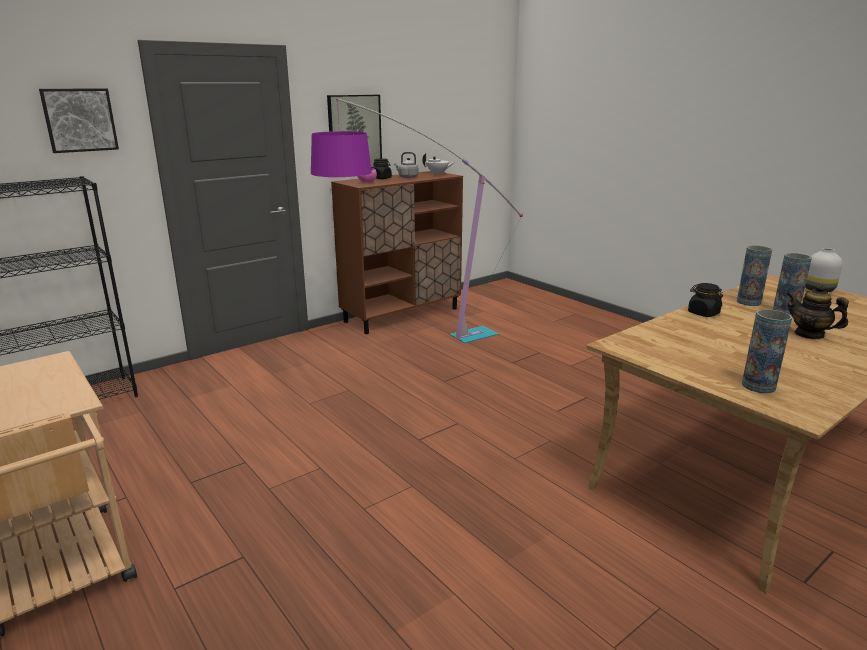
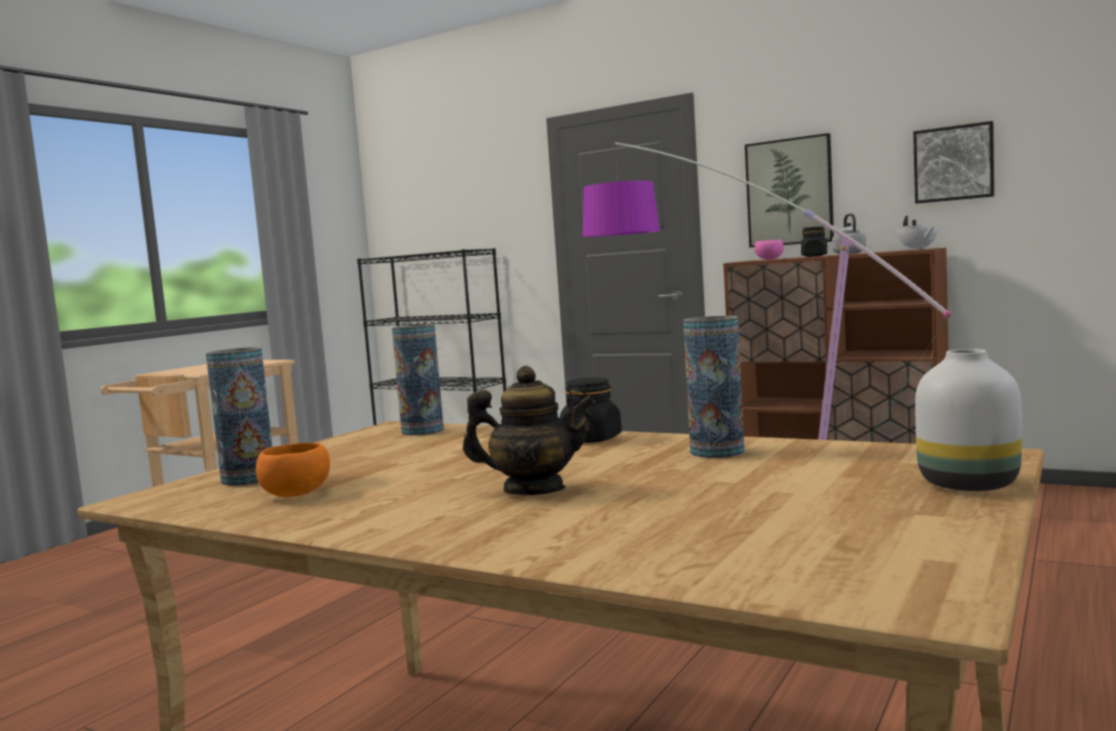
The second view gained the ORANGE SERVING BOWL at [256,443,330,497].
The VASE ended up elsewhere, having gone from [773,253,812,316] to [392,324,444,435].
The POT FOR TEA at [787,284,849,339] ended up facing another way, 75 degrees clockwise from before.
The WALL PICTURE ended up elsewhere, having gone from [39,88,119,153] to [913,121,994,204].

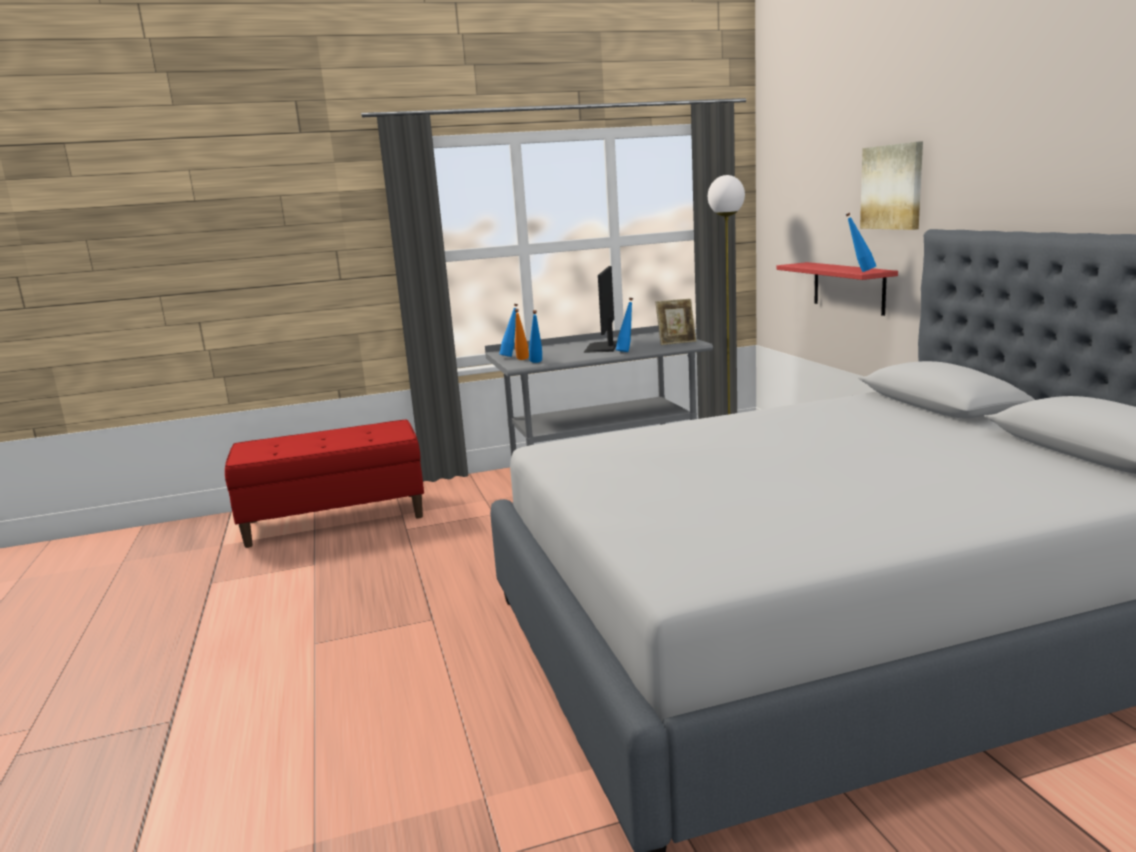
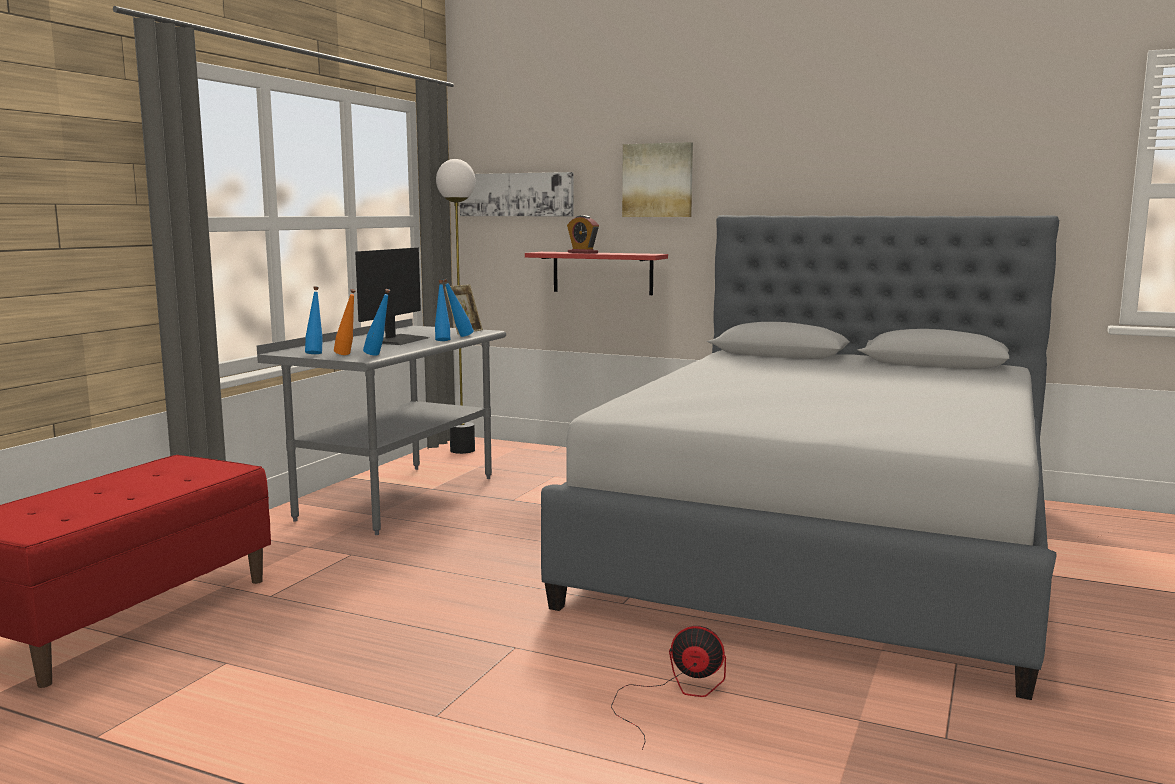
The COMPUTER SCREEN at [583,266,617,353] ended up facing another way, 120 degrees counterclockwise from before.
The BLUE DRINK BOTTLE ended up elsewhere, having gone from [846,213,876,272] to [443,279,474,337].
The second view gained the WALL PICTURE at [460,172,574,216].
The second view gained the ALARM CLOCK at [567,215,599,254].
The second view gained the COOLING FAN at [611,626,726,750].

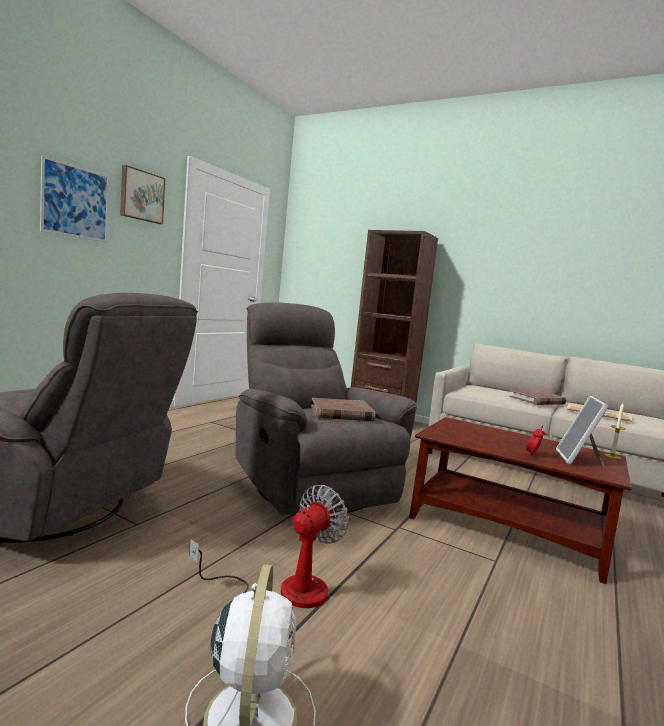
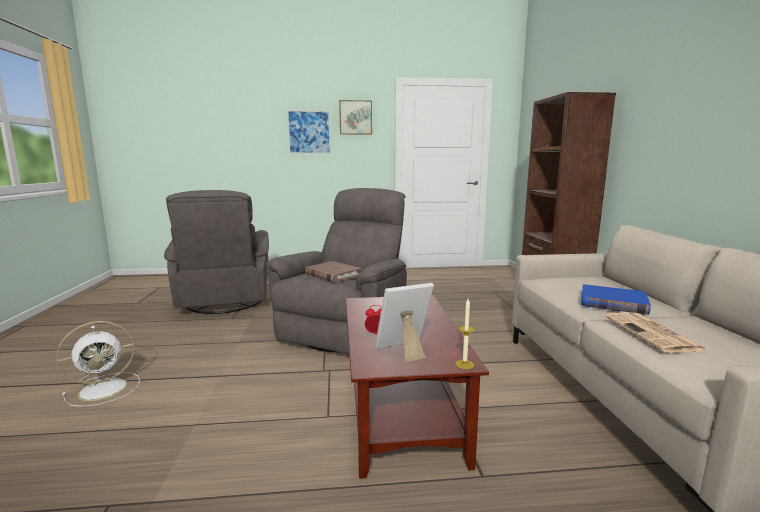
What was the BROWN-COLOURED BOOK at [509,390,567,405] turned into the BLUE BOOK at [581,284,651,315].
The second view lost the COOLING FAN at [189,485,349,608].

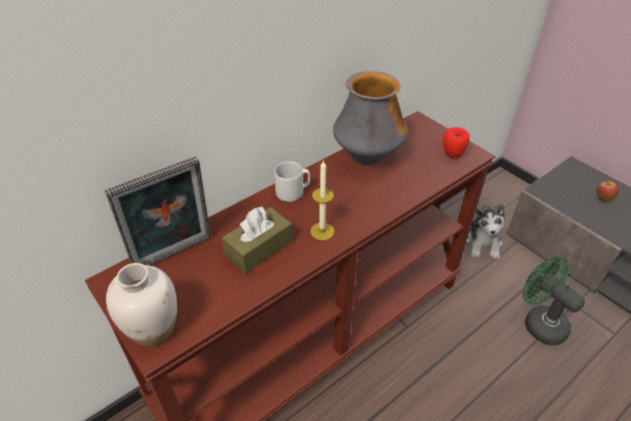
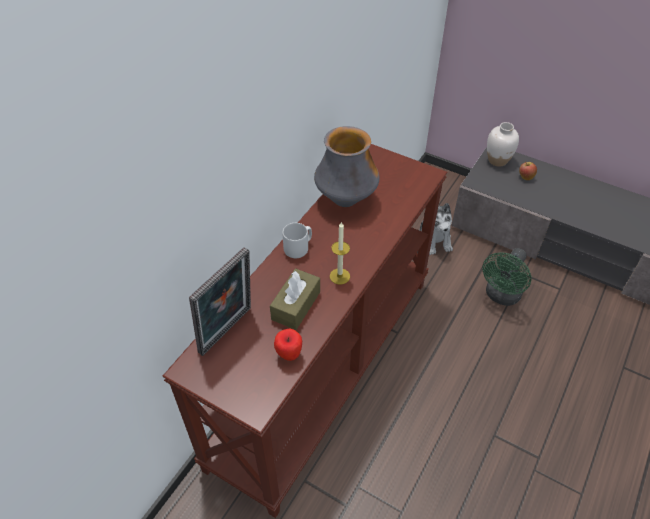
The APPLE FRUIT ended up elsewhere, having gone from [443,127,470,159] to [274,329,302,361].
The GREENISH COOLING FAN at [523,257,585,345] ended up facing another way, 90 degrees counterclockwise from before.
The WHITISH VASE ended up elsewhere, having gone from [106,263,177,347] to [487,122,519,167].

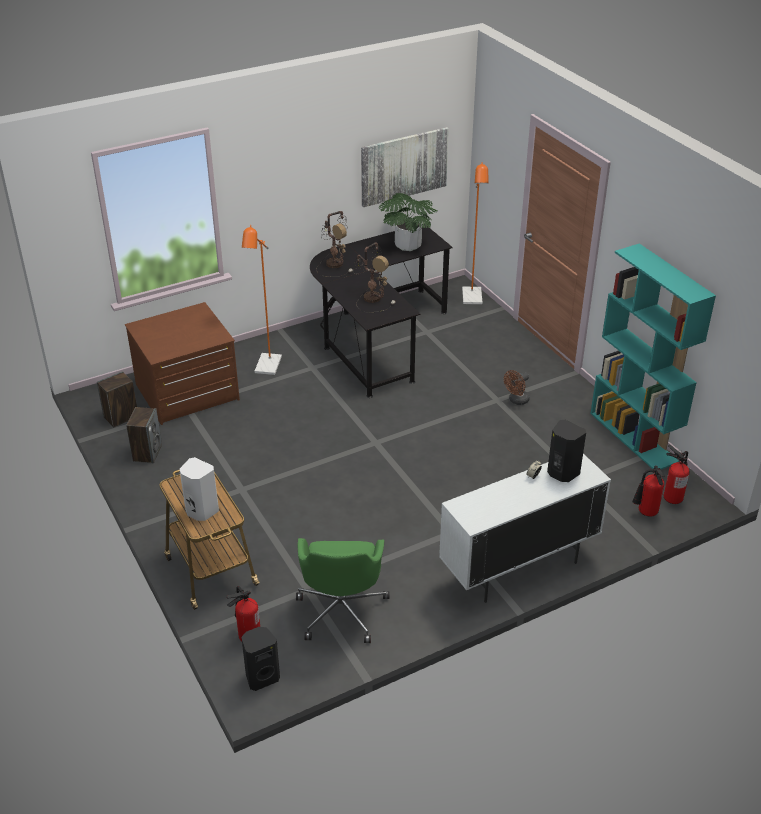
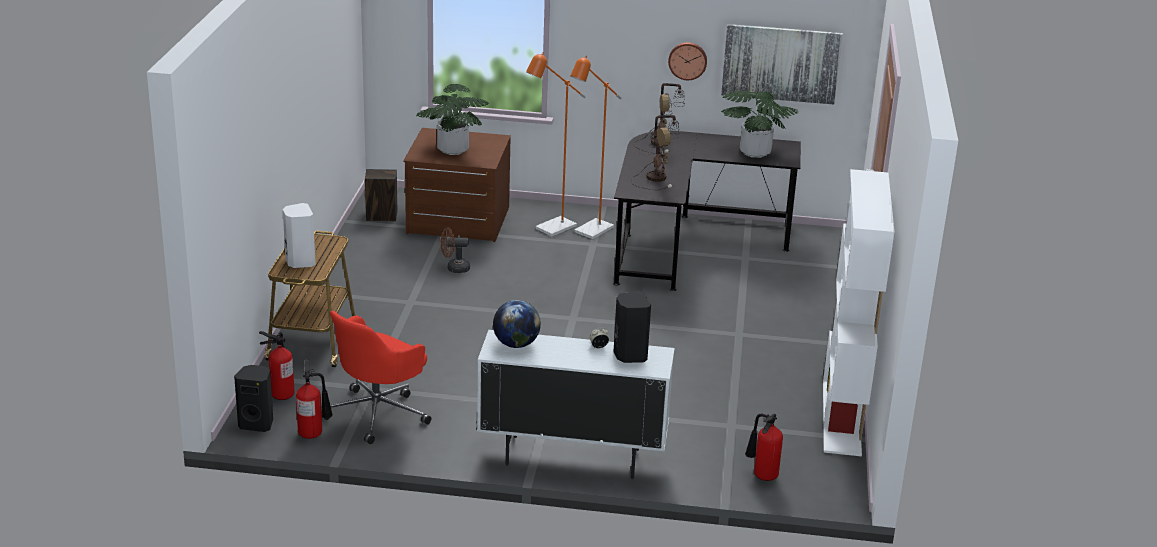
The FIRE-FIGHTING CYLINDER ended up elsewhere, having gone from [664,445,690,504] to [296,359,333,439].
What was the GREENISH COMPUTER CHAIR at [296,538,389,643] turned into the REDDISH COMPUTER CHAIR at [322,311,431,444].
The second view gained the HOUSEPLANT at [416,84,489,155].
The BROWN-COLOURED COOLING FAN ended up elsewhere, having gone from [504,370,530,405] to [440,228,470,273].
The second view gained the DESK GLOBE at [493,300,541,348].
The ORANGE STANDING LAMP ended up elsewhere, having gone from [462,162,489,304] to [571,56,622,239].
The second view gained the CLOCK ON THE WALL at [668,42,707,80].
What was the BLUE-GREEN BOOKCASE at [590,243,716,470] turned into the WHITISH BOOKCASE at [823,169,895,456].
The second view lost the AUDIO SPEAKER at [126,407,162,464].

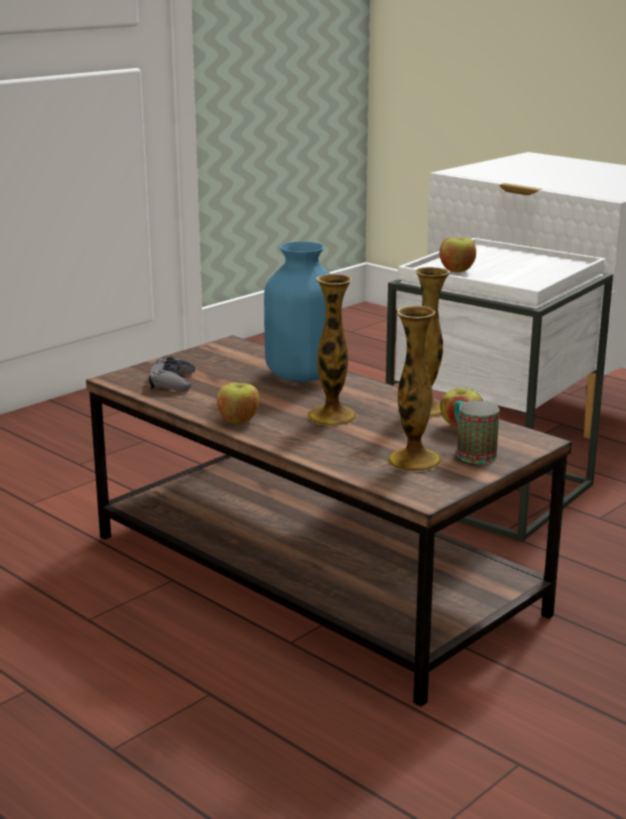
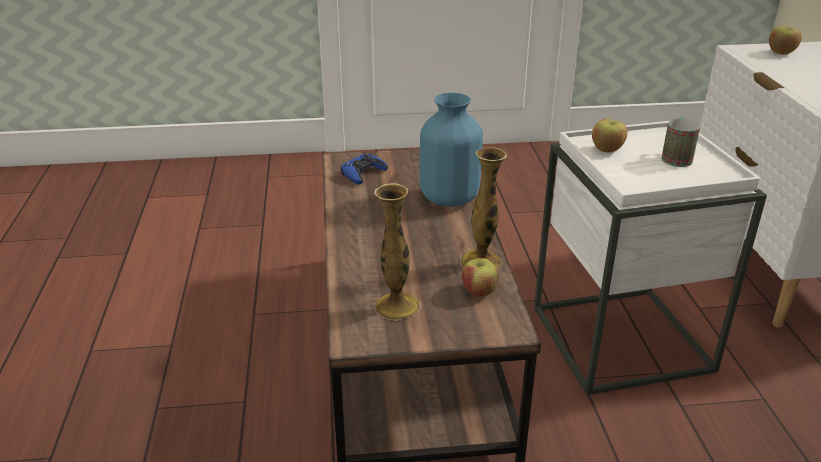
What was the GRAY JOYPAD at [149,356,195,392] turned into the BLUE JOYPAD at [341,154,388,184].
The COFFEE MUG ended up elsewhere, having gone from [455,401,499,464] to [661,117,700,167].
The APPLE FRUIT ended up elsewhere, having gone from [217,382,260,423] to [769,26,802,55].
The second view lost the VASE at [307,274,358,426].

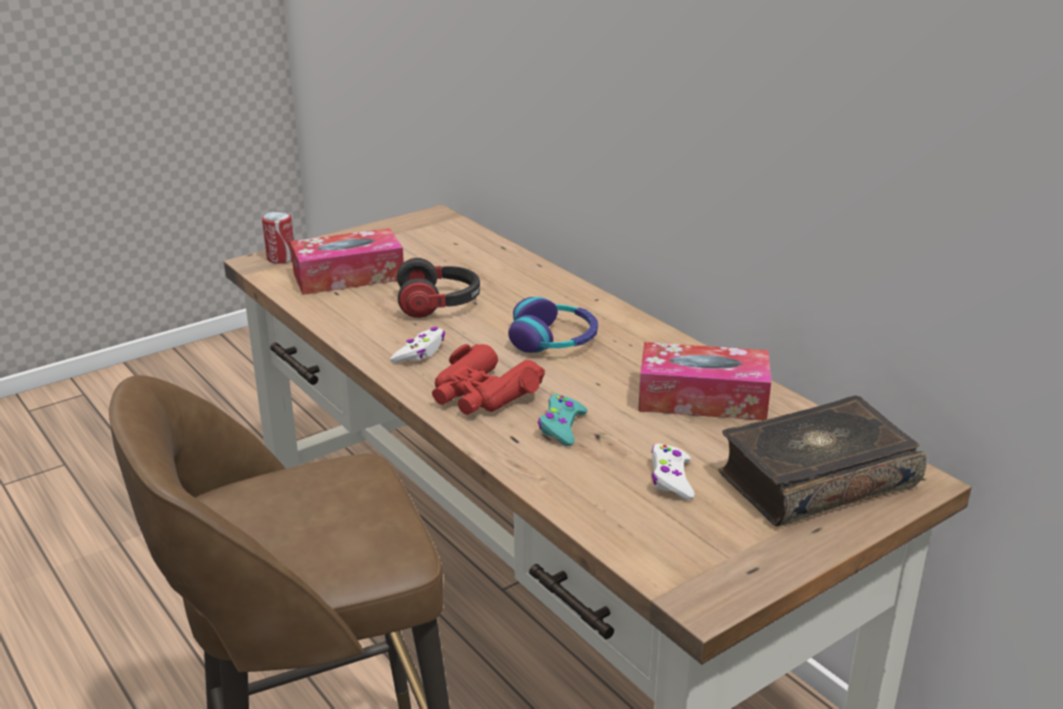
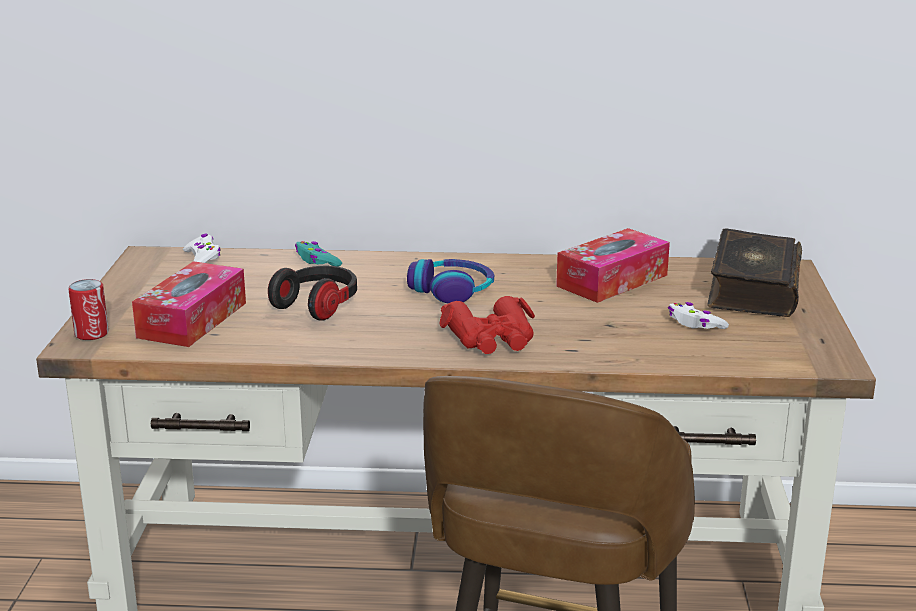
The WHITISH JOYPAD ended up elsewhere, having gone from [390,327,445,363] to [183,234,221,263].
The BLUE-GREEN JOYPAD ended up elsewhere, having gone from [538,394,587,446] to [295,241,342,267].

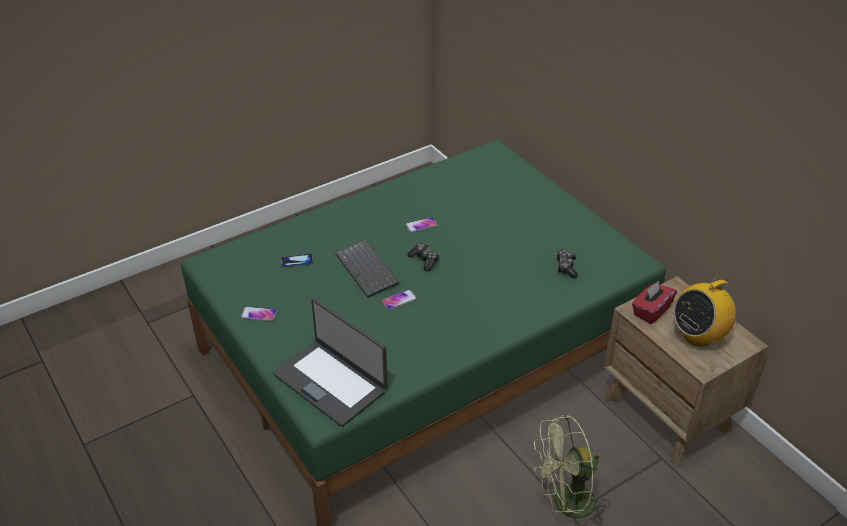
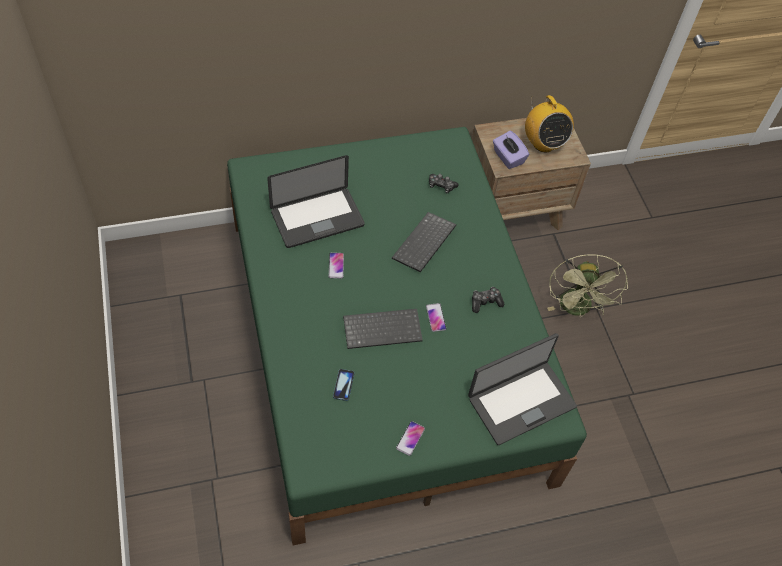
The second view gained the NOTEBOOK COMPUTER at [267,155,365,248].
The second view gained the PC KEYBOARD at [392,212,456,272].
The JOYPAD ended up elsewhere, having gone from [407,243,439,271] to [472,287,504,313].
What was the REDDISH TISSUE HOLDER at [632,281,677,324] turned into the PURPLISH TISSUE HOLDER at [493,131,530,169].

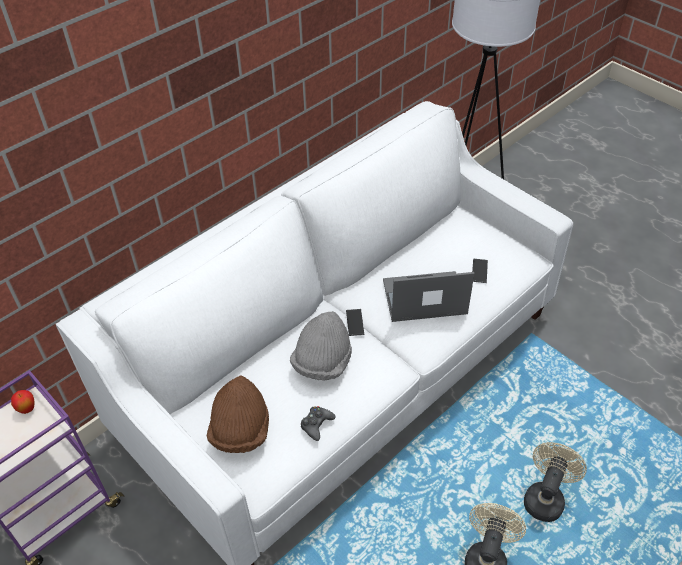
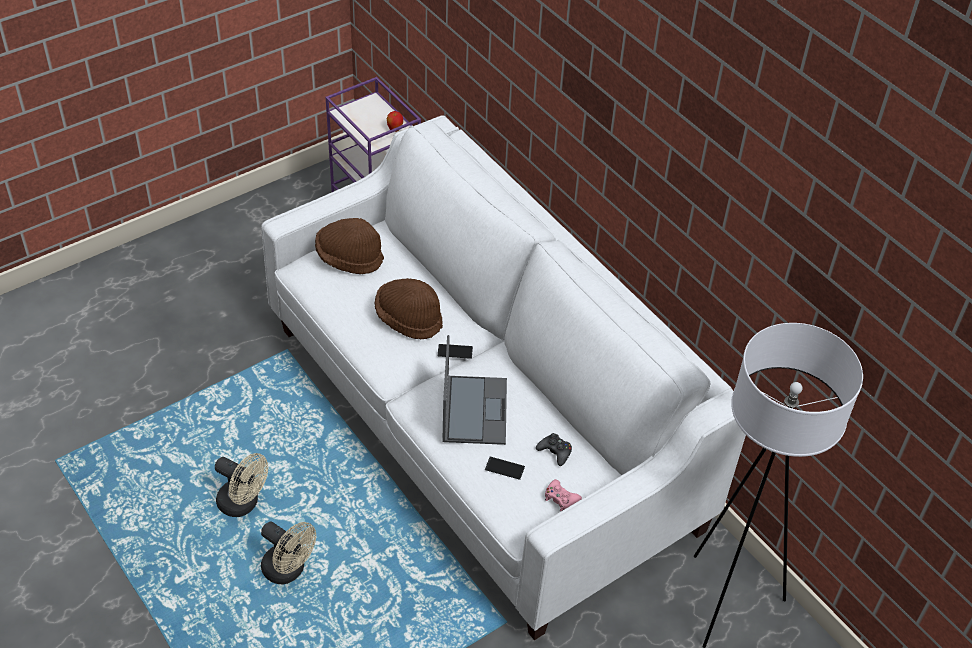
What was the GRAY WEARABLE HAT at [290,311,352,381] turned into the BROWN-COLOURED WEARABLE HAT at [375,278,443,340].
The BLACK JOYPAD ended up elsewhere, having gone from [301,406,335,441] to [536,433,572,466].
The second view gained the PINK JOYPAD at [545,479,582,511].

